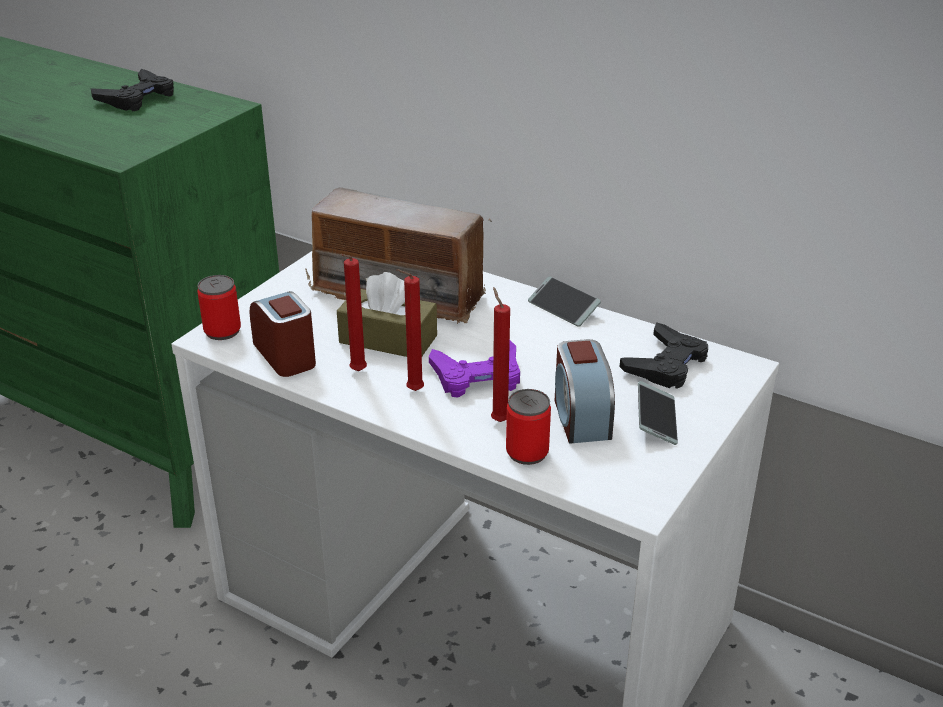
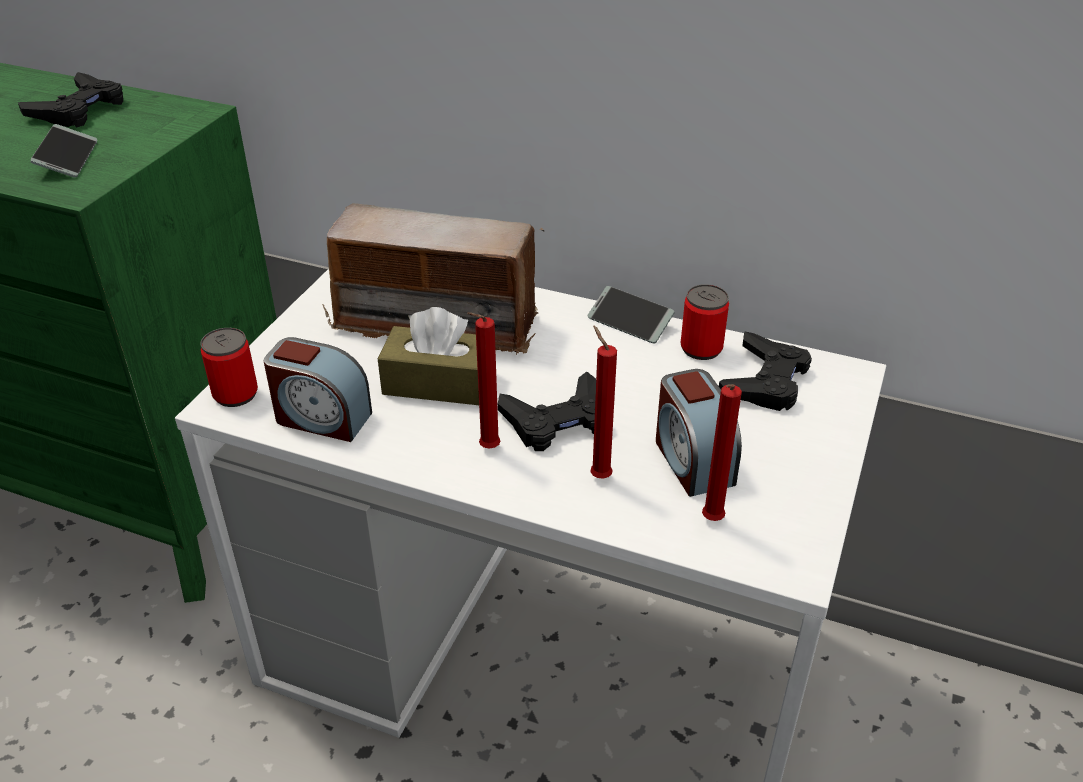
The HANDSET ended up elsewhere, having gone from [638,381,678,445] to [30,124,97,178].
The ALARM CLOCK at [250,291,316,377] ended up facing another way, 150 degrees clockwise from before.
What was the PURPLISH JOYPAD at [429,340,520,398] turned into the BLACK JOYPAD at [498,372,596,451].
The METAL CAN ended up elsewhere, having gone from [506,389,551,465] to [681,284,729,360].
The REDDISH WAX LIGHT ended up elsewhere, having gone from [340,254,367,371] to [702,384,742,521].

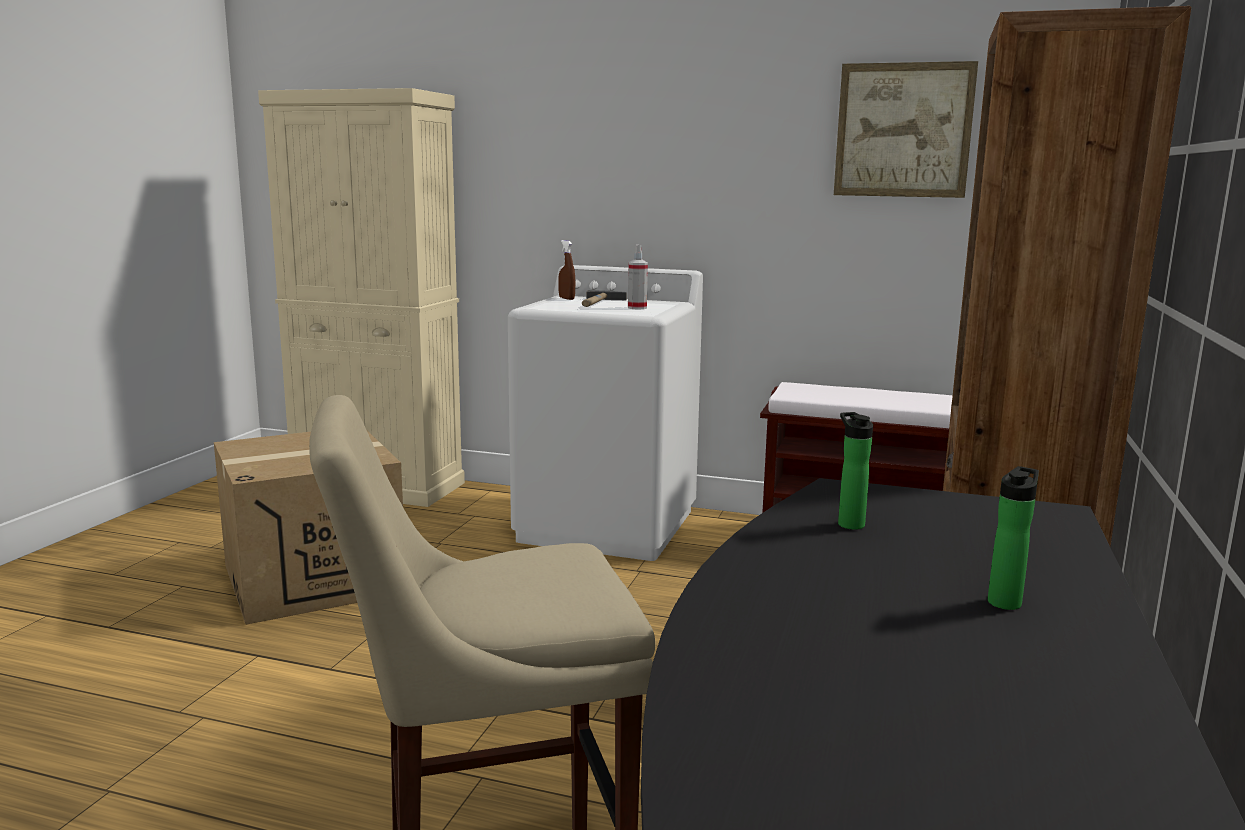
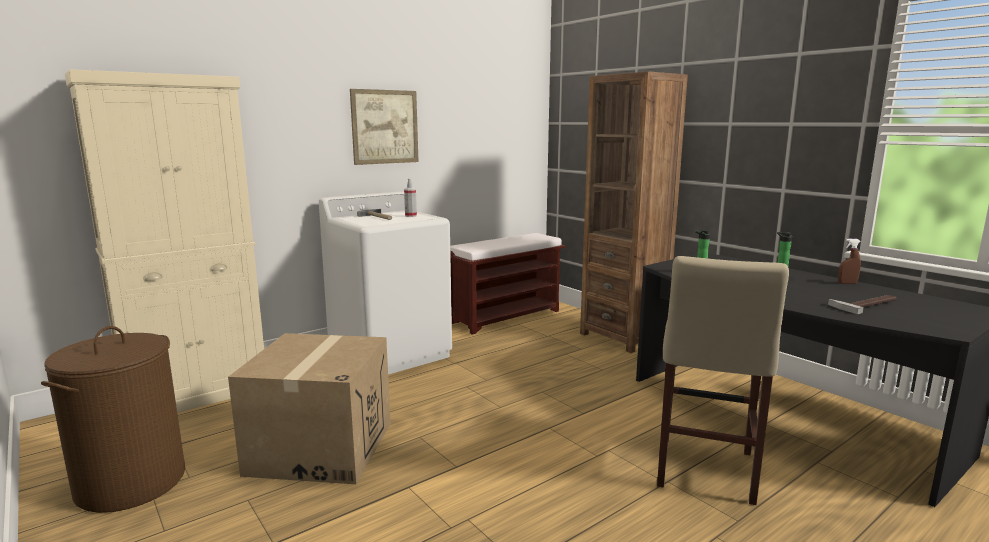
The second view gained the BROWN-COLOURED HAMPER at [41,326,185,513].
The WALL PICTURE ended up elsewhere, having gone from [834,61,978,198] to [350,89,419,165].
The second view gained the HAND HAMMER at [828,295,896,314].
The BROWN-COLOURED HAND SPRAYER ended up elsewhere, having gone from [558,240,575,300] to [838,239,861,284].

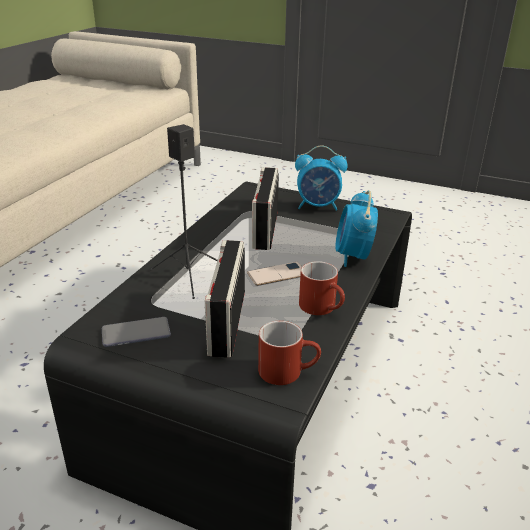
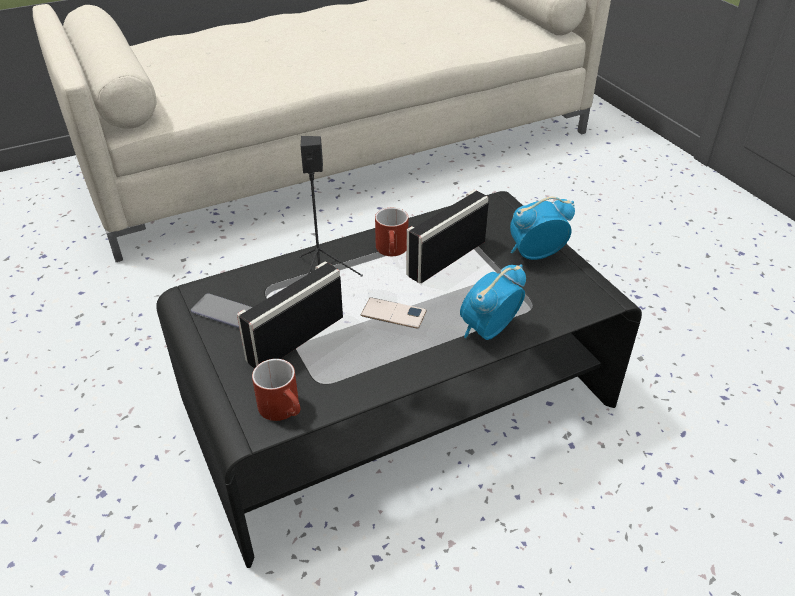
The REDDISH COFFEE MUG ended up elsewhere, having gone from [299,261,345,315] to [375,208,408,256].
The ALARM CLOCK at [295,146,348,211] ended up facing another way, 120 degrees clockwise from before.

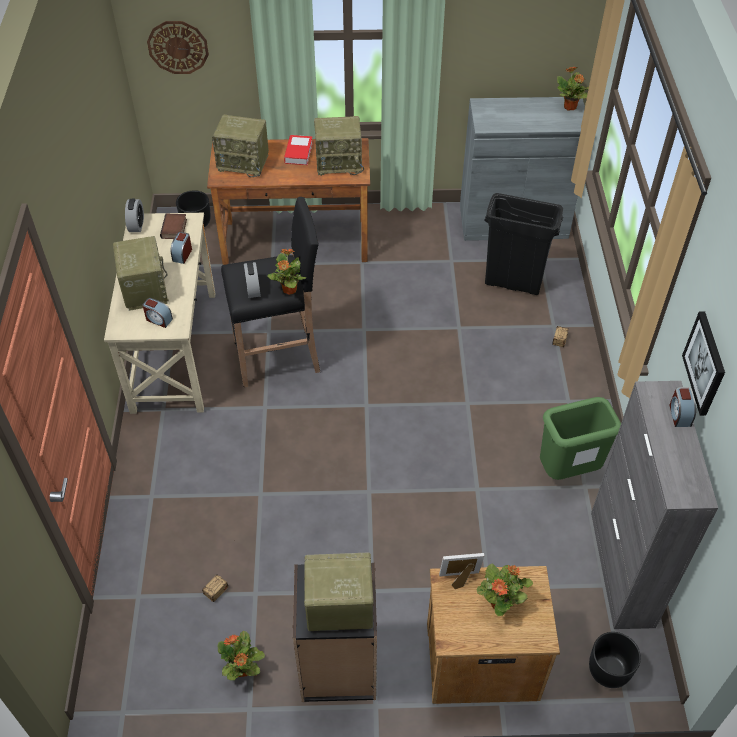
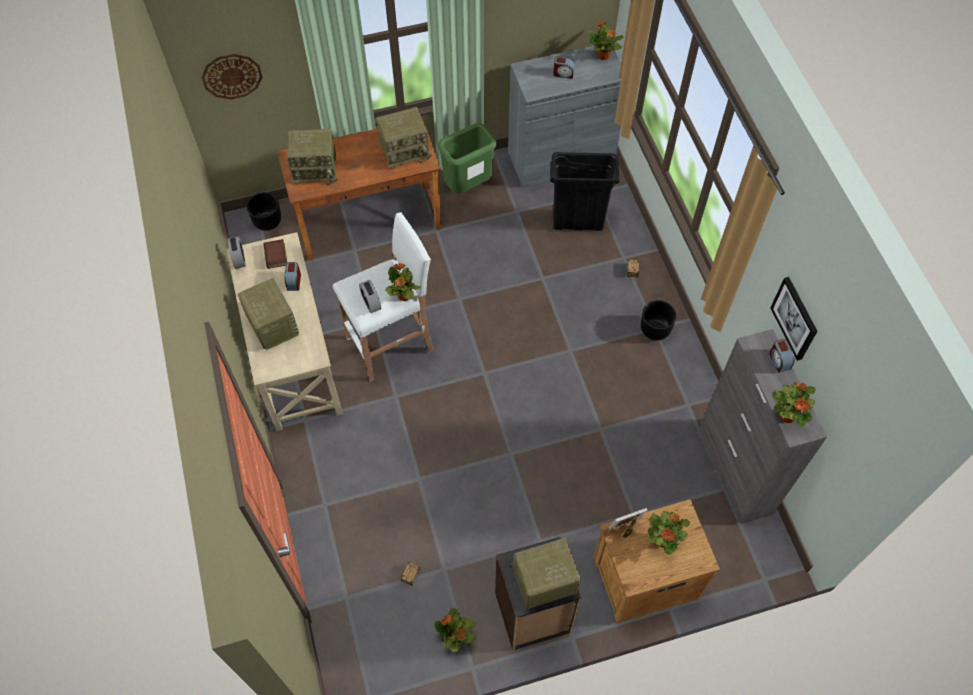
What was the BLACK STOOL at [221,197,320,388] turned into the WHITISH STOOL at [333,212,434,382].
The GREENISH TRASH CAN ended up elsewhere, having gone from [540,397,621,480] to [438,123,497,193].
The ALARM CLOCK ended up elsewhere, having gone from [143,298,173,328] to [553,56,575,79].
The BLACK PLANT POT ended up elsewhere, having gone from [589,632,641,688] to [641,300,677,341].
The second view gained the HOUSEPLANT at [773,382,815,427].
The second view lost the BOOK at [284,135,313,165].

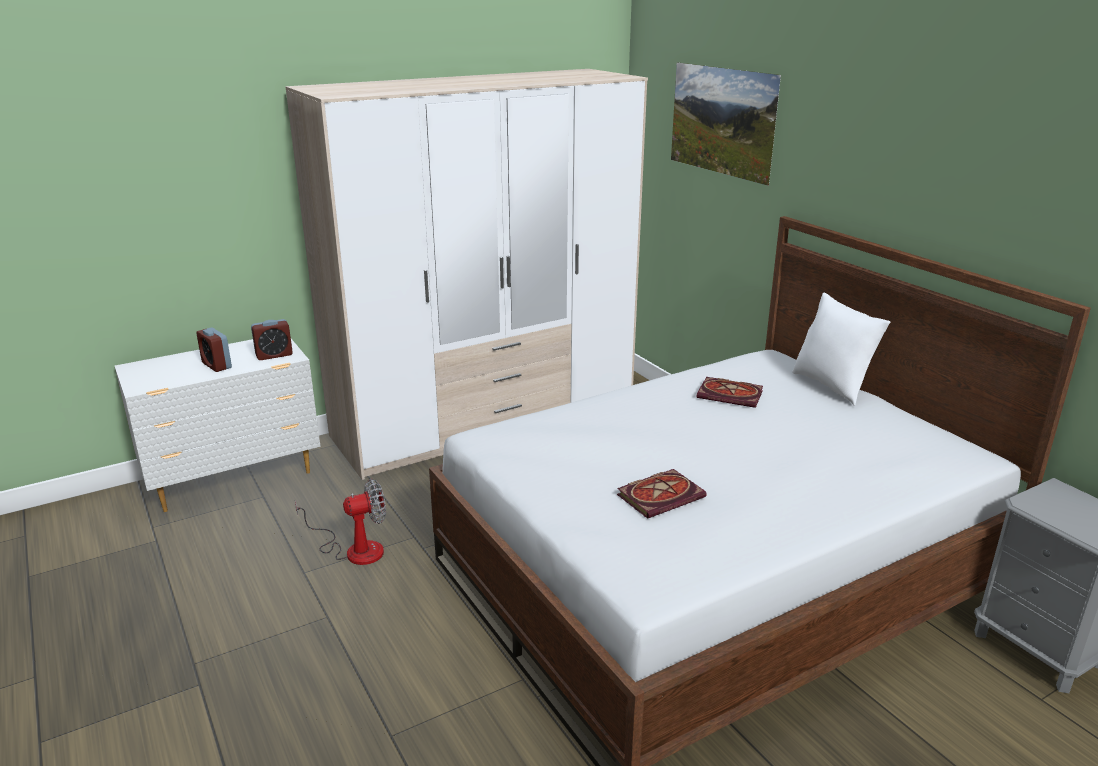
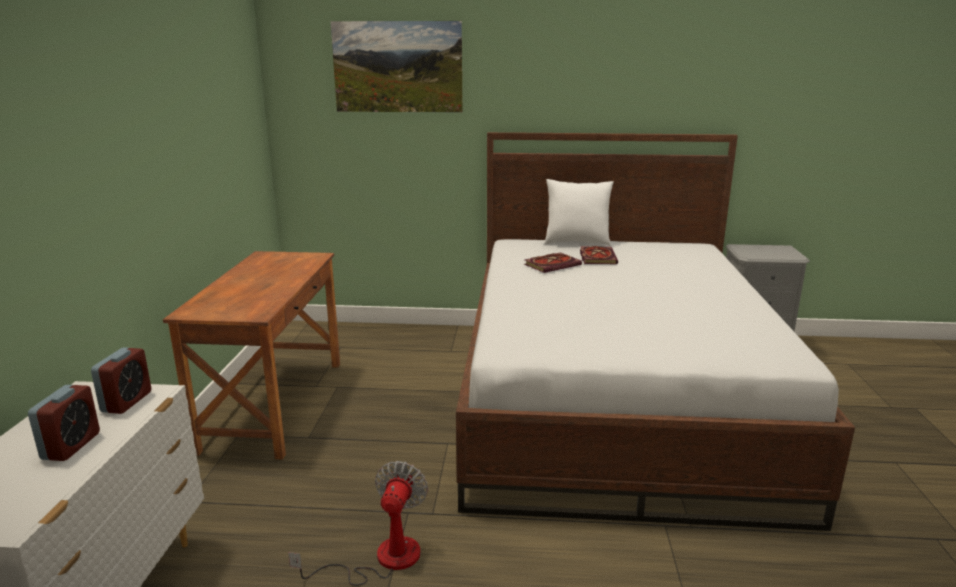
The ALARM CLOCK at [196,327,232,372] ended up facing another way, 75 degrees counterclockwise from before.
Where the WARDROBE stood at [285,69,648,480], the BROWN-COLOURED DESK UNIT came to stand at [163,251,340,459].
The BOOK ended up elsewhere, having gone from [617,469,707,519] to [580,246,618,264].

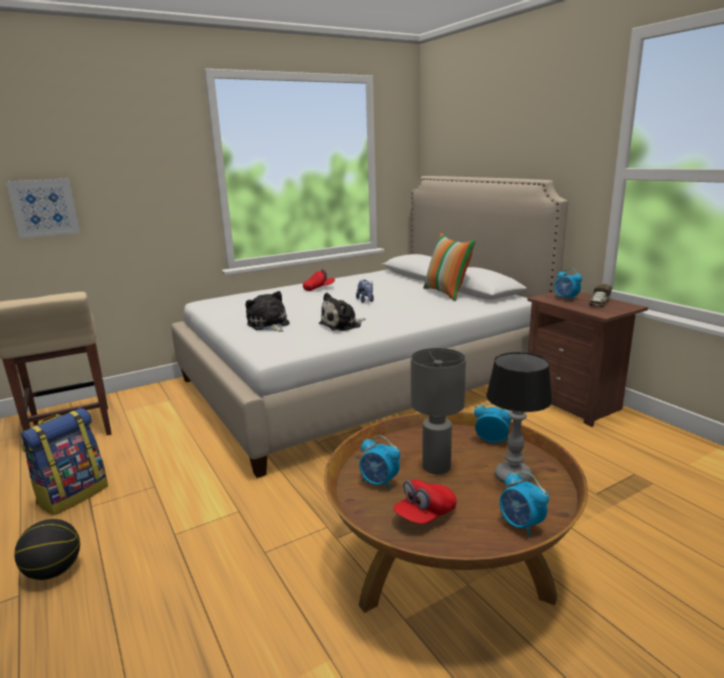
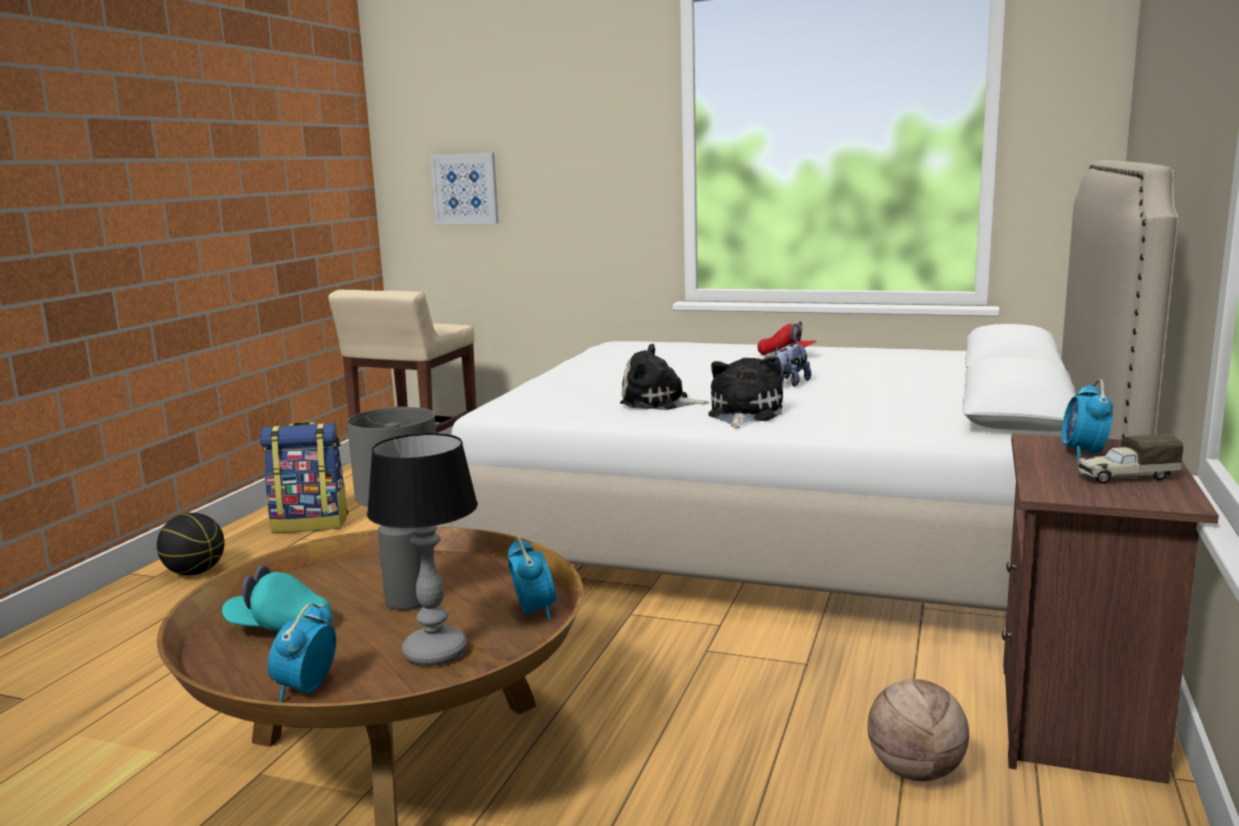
What was the REDDISH BASEBALL CAP at [393,480,457,524] turned into the BLUE-GREEN BASEBALL CAP at [222,565,331,632].
The SOFT TOY ended up elsewhere, having gone from [245,291,289,332] to [709,356,783,428].
The second view gained the BASKETBALL at [867,679,969,781].
The second view lost the ALARM CLOCK at [359,435,400,490].
The second view lost the THROW PILLOW at [423,233,476,301].

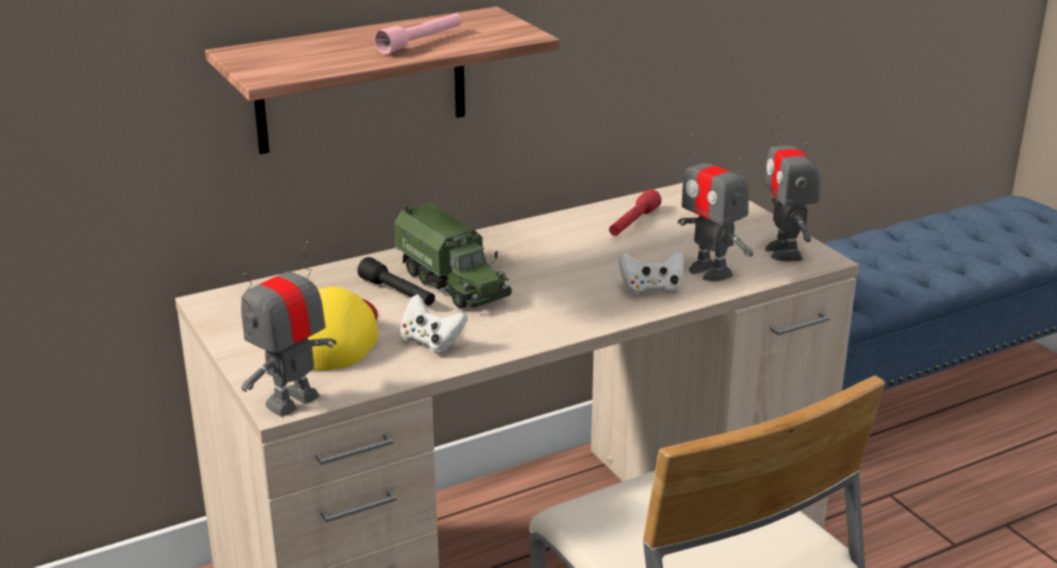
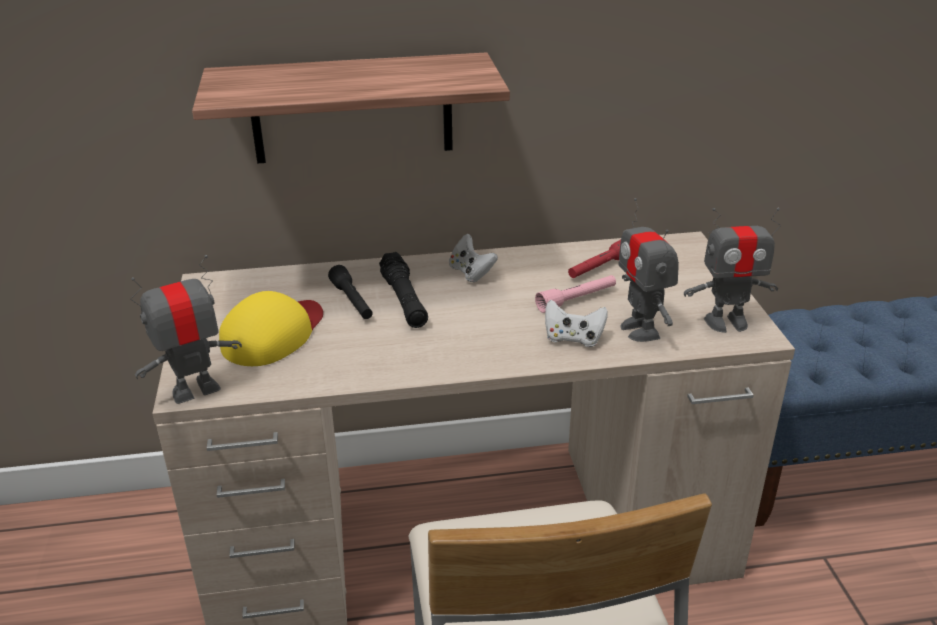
Where the TOY LORRY stood at [394,203,512,308], the BLACK HAND TORCH came to stand at [379,252,428,328].
The WHITISH JOYPAD ended up elsewhere, having gone from [400,294,468,353] to [449,234,498,282].
The PINK HAND TORCH ended up elsewhere, having gone from [374,13,462,55] to [535,275,616,313].
The ROBOT FIGURE at [765,116,820,261] ended up facing another way, 105 degrees counterclockwise from before.

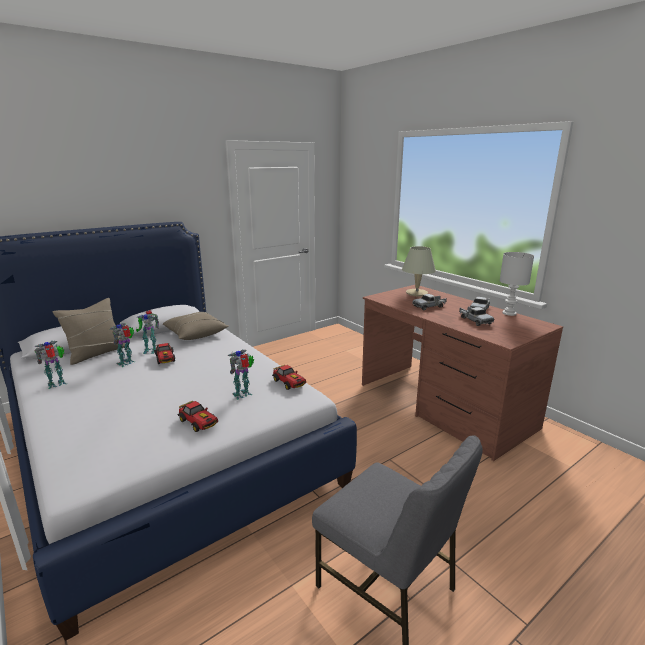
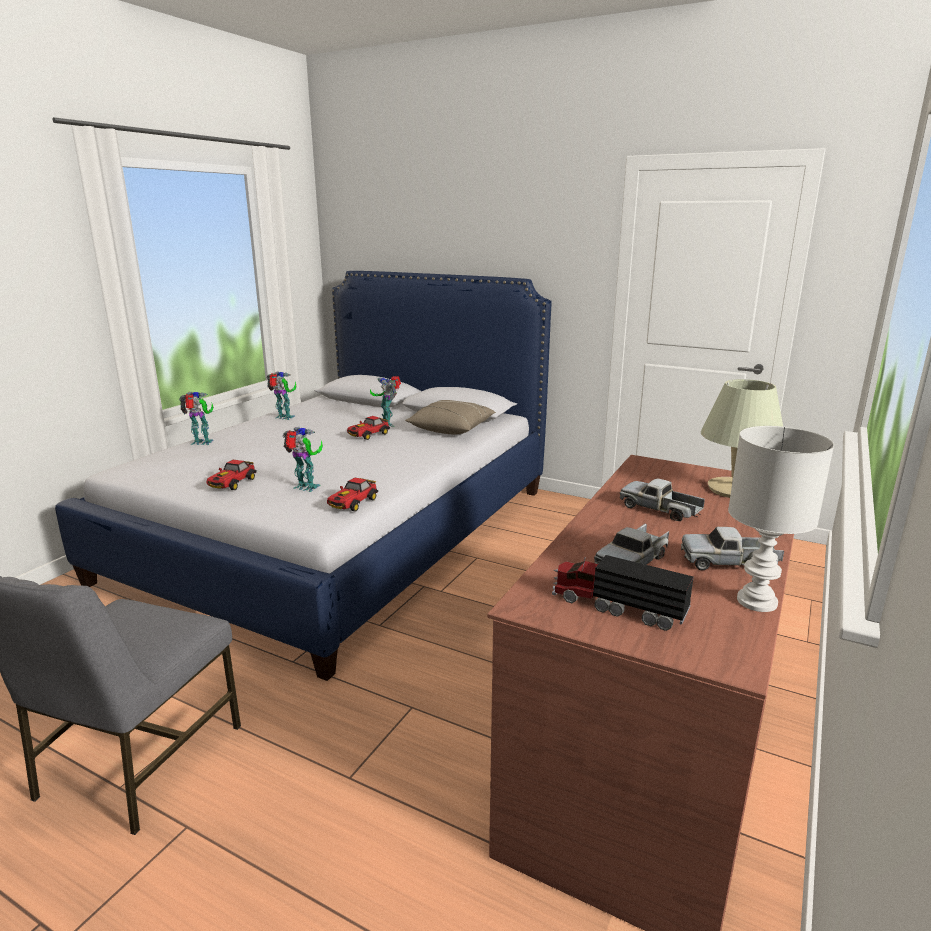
The ROBOT FIGURE ended up elsewhere, having gone from [110,323,135,367] to [179,391,214,445].
The second view gained the TOY LORRY at [552,555,694,631].
The second view lost the BEIGE THROW PILLOW at [53,298,125,365].

